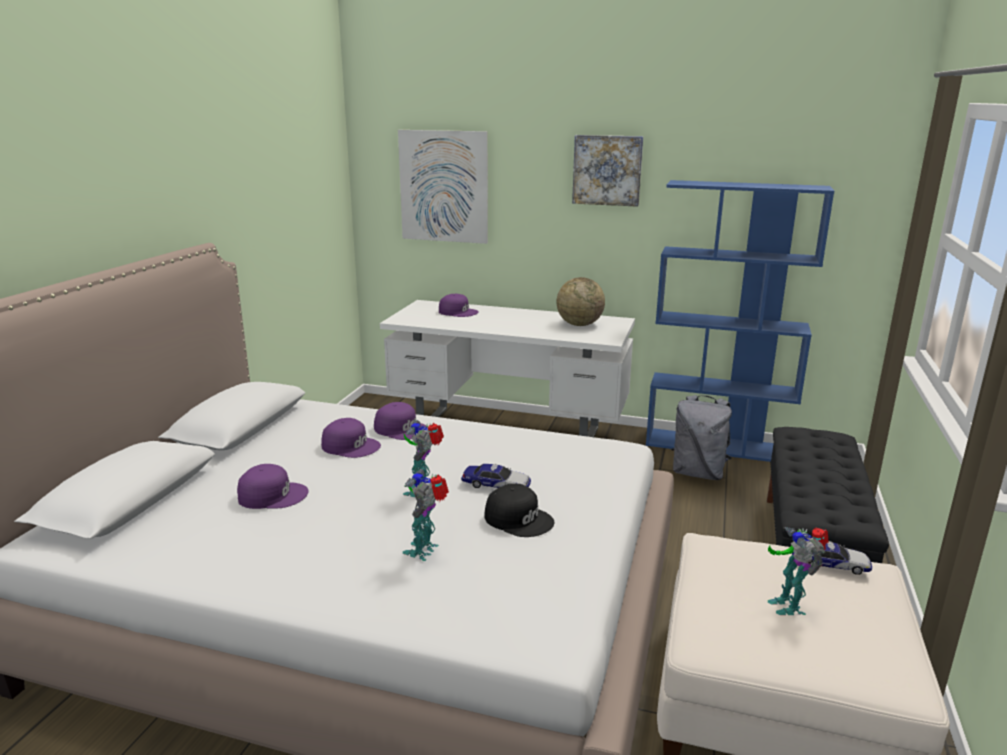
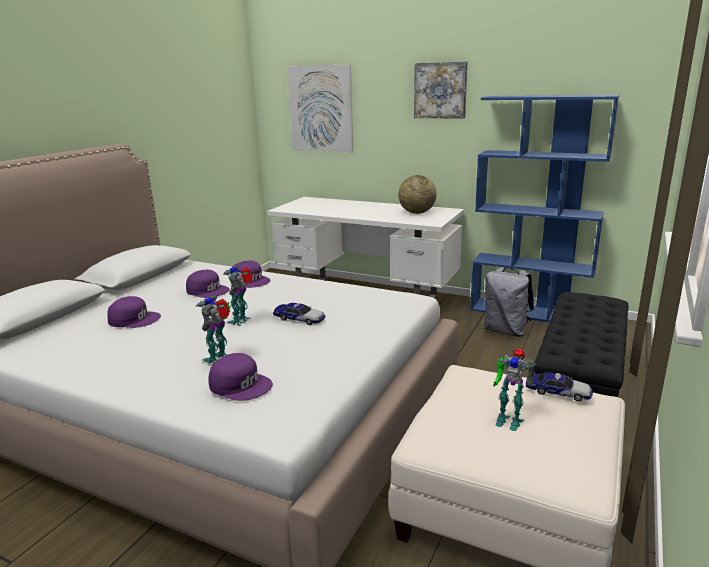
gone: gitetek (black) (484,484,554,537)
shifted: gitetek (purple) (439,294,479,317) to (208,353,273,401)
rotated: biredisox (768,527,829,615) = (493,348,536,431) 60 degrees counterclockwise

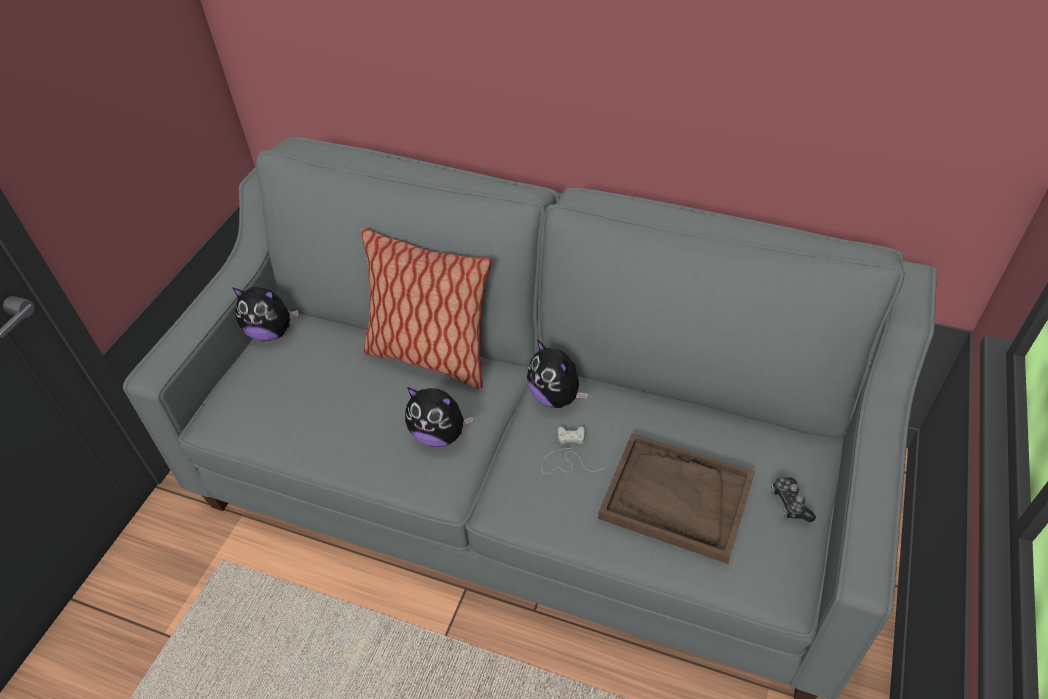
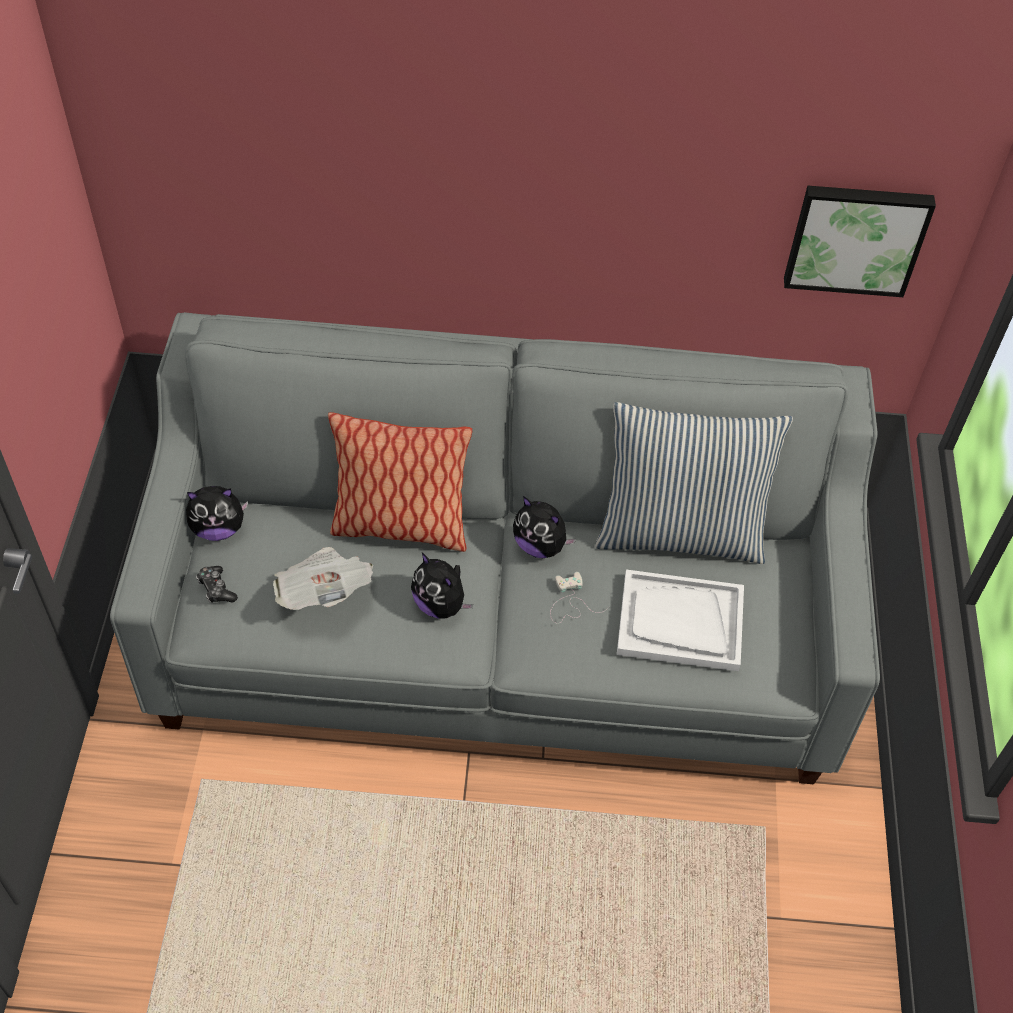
new: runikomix (273,547,374,610); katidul (595,402,793,564); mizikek (784,186,936,297)
shifted: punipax (771,477,816,522) to (196,566,238,603)
repainted: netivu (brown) (598,433,755,564) to netivu (white) (617,570,744,671)
rotated: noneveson (405,387,474,447) = (411,553,473,619) 45 degrees clockwise

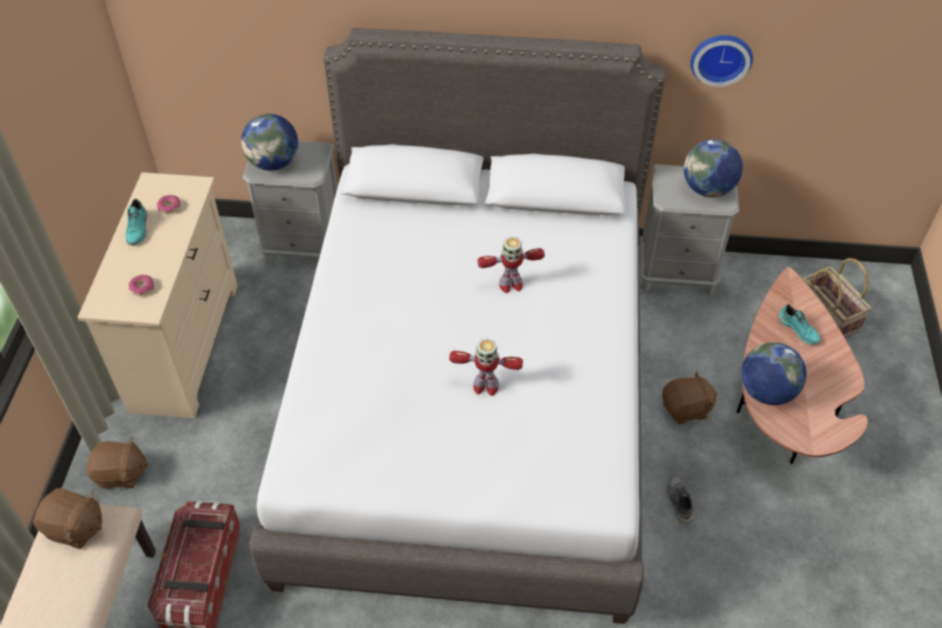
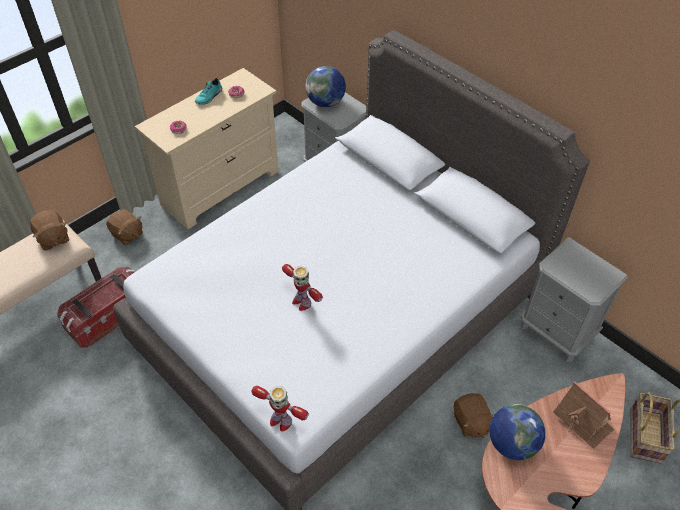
gone: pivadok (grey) (667,476,693,523); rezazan (684,139,743,197); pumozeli (690,35,753,87)
shifted: biredisox (477,237,545,293) to (251,386,309,432)
swapped: pivadok (turquoise) (778,304,820,345) to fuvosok (553,382,614,449)
rotated: noneveson (brown) (662,371,717,424) = (454,393,495,438) 45 degrees clockwise

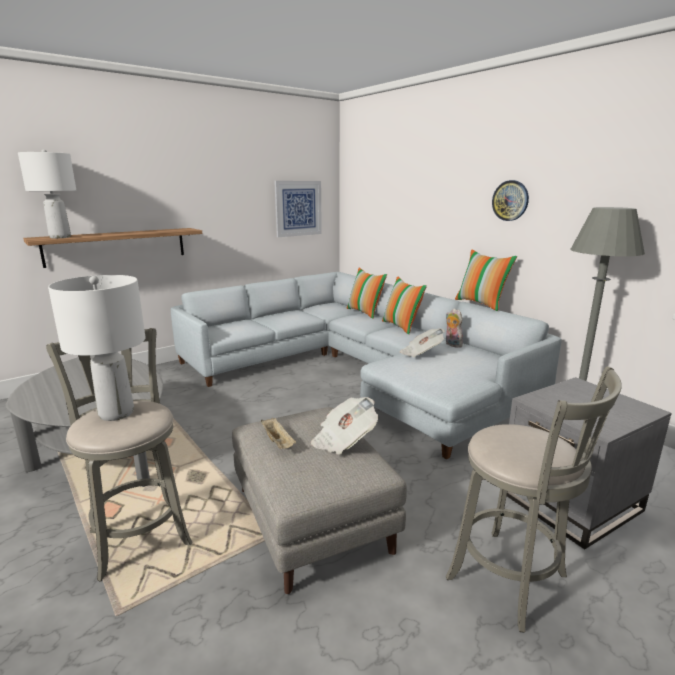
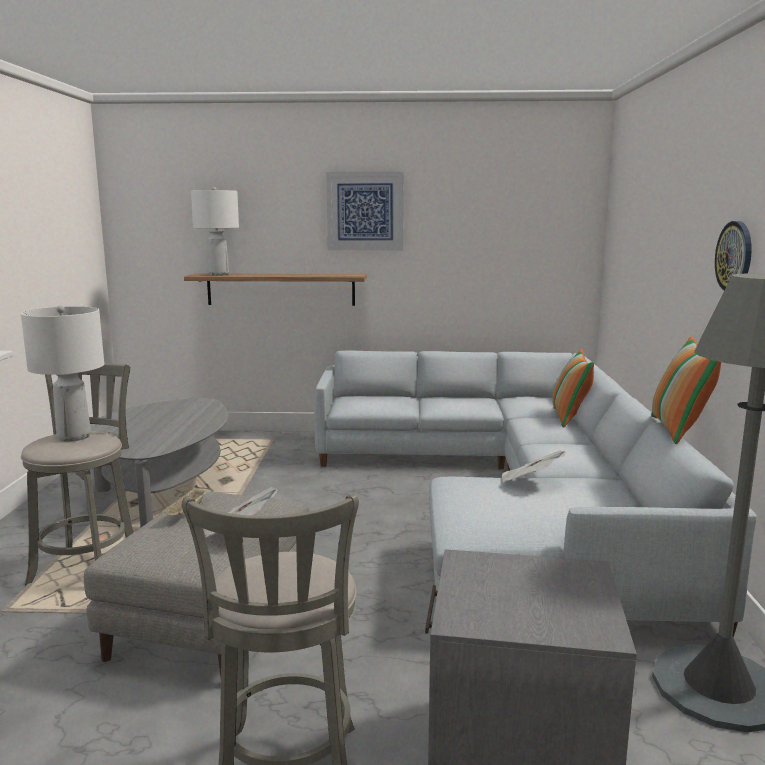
gone: katidul (382,276,427,334); noneveson (446,308,463,348)
shifted: mizikek (274,181,322,237) to (326,172,404,250)

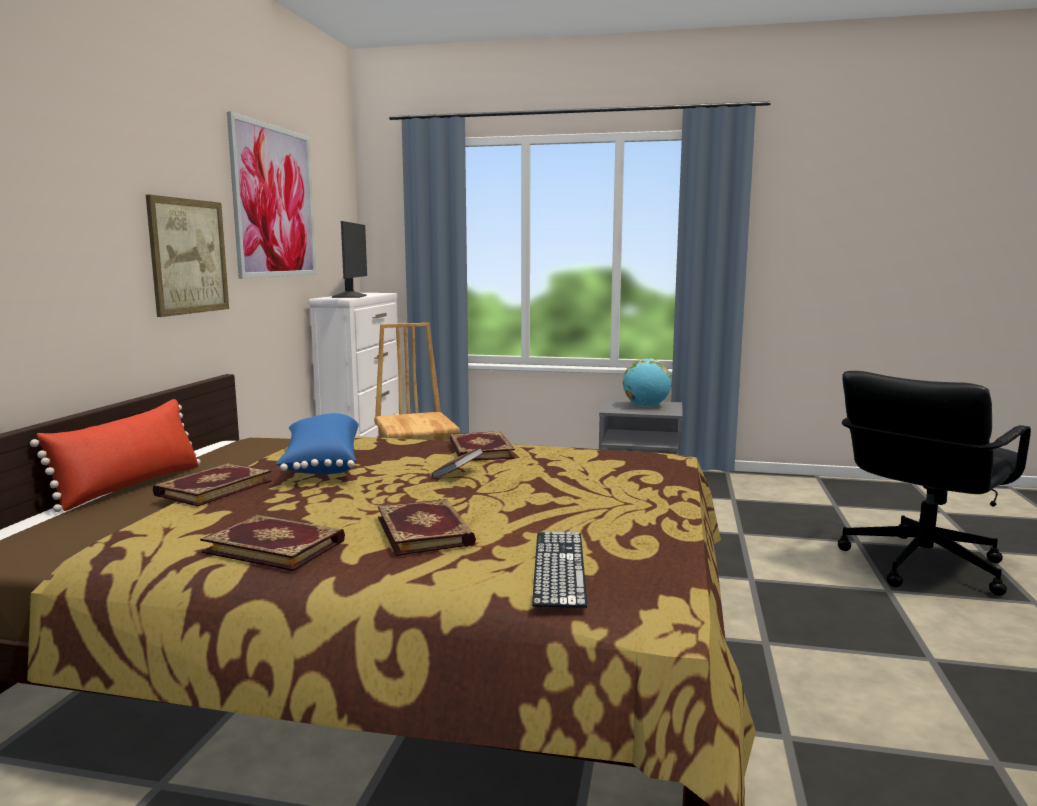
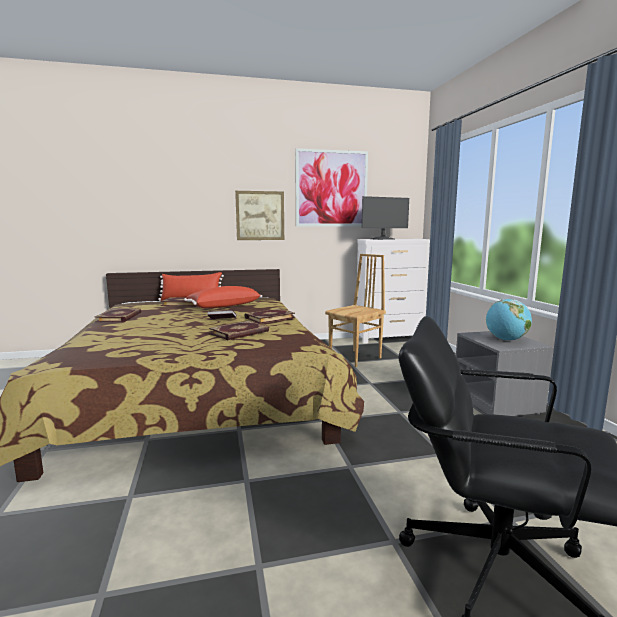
gone: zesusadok (532,532,587,608)
shifted: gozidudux (378,499,476,556) to (209,320,269,340)
repainted: katidul (blue) (276,413,359,474) to katidul (red) (184,286,262,308)

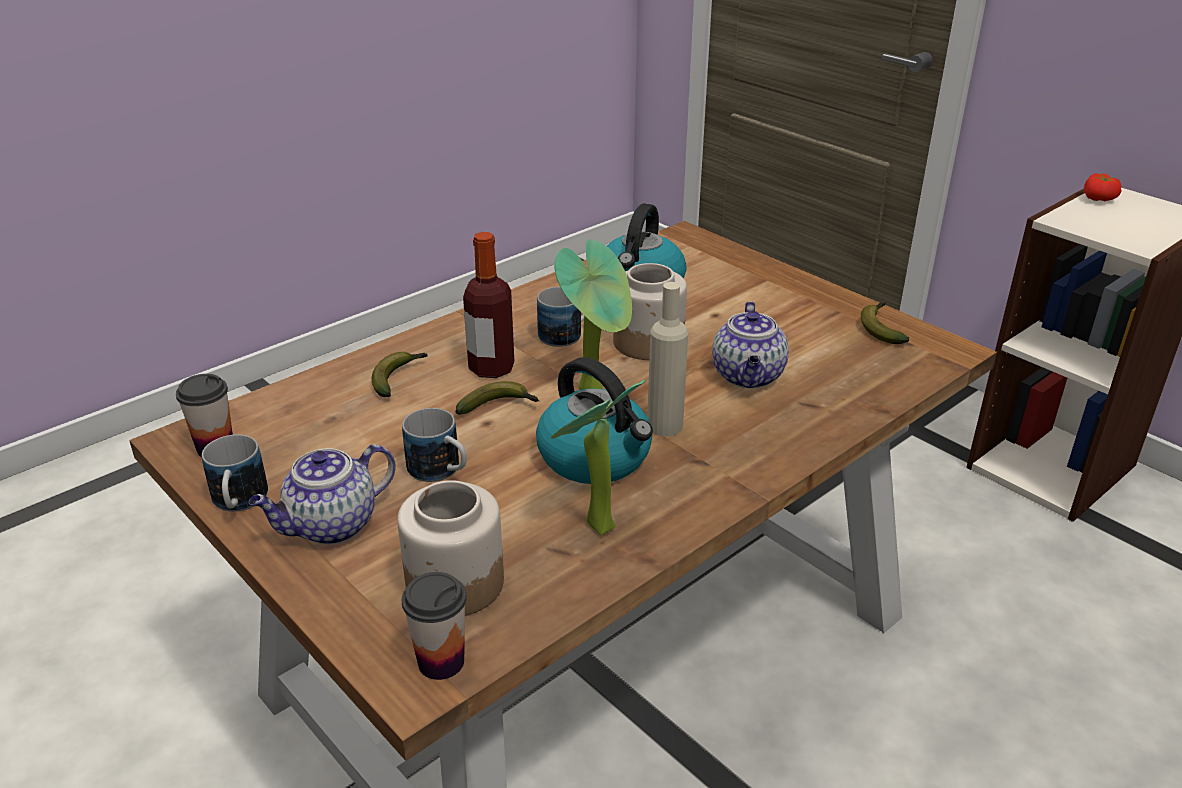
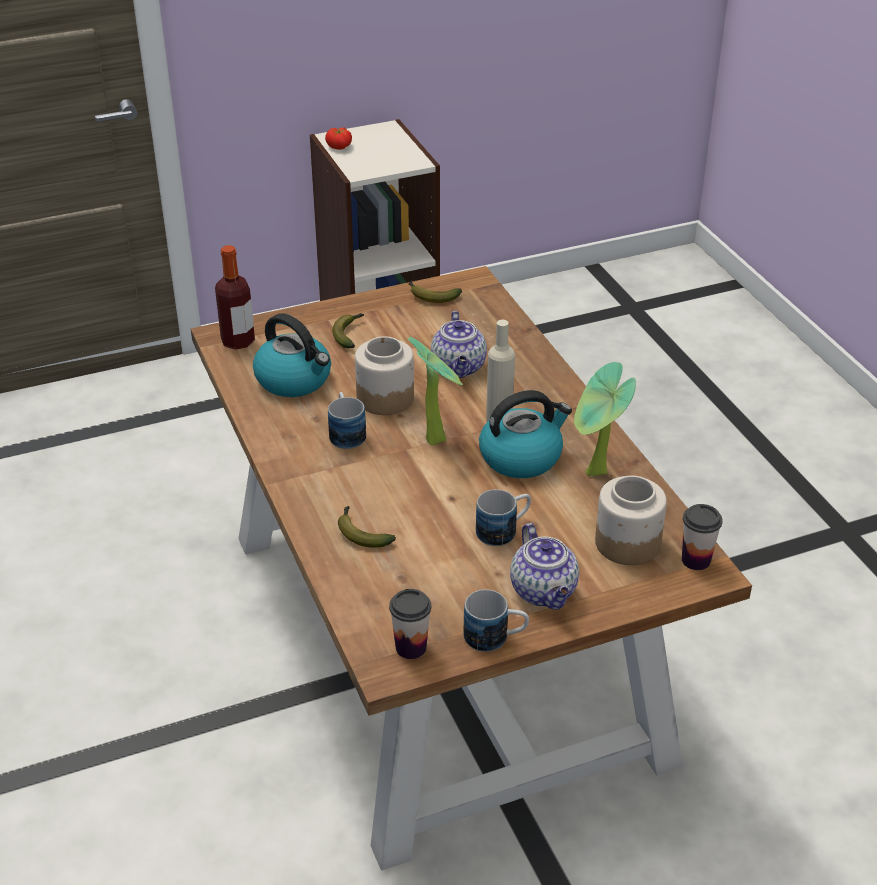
shifted: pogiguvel (455,381,539,415) to (332,313,364,349); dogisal (463,232,514,378) to (215,245,255,350)
rotated: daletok (712,301,789,388) = (431,311,487,378) 60 degrees clockwise

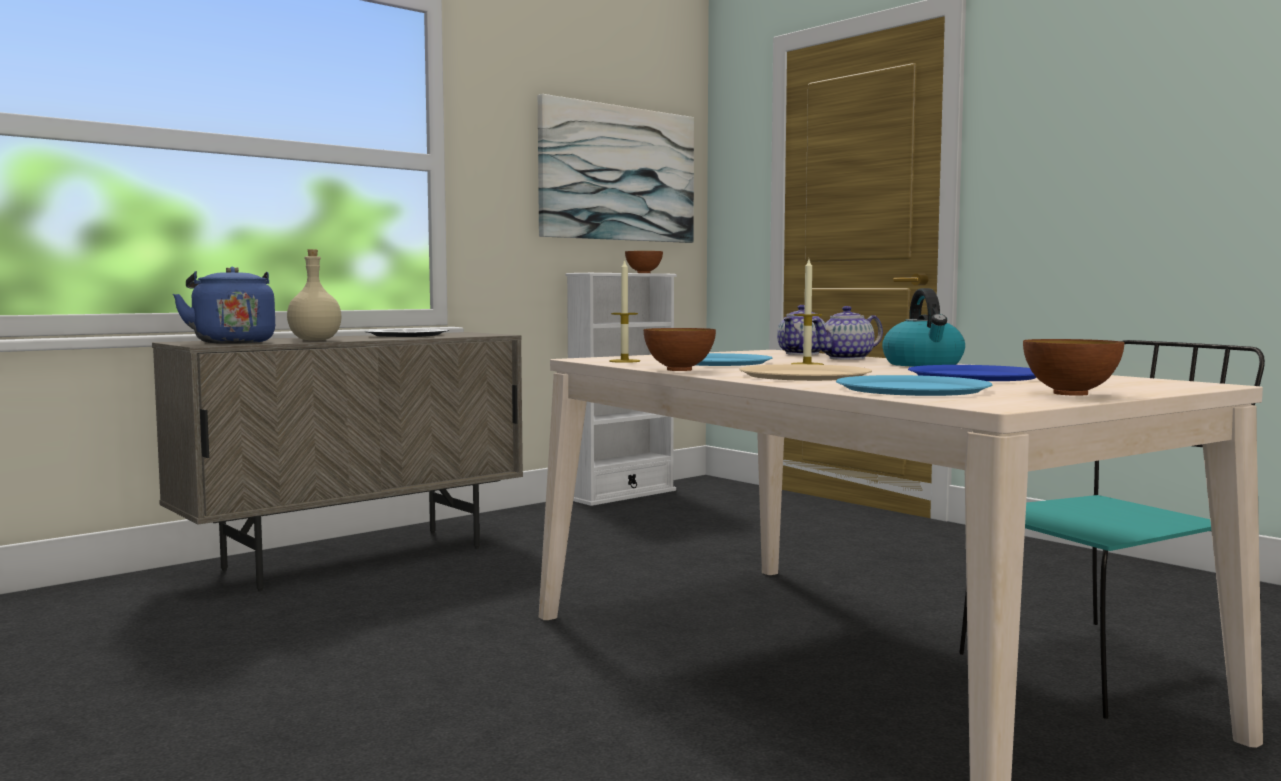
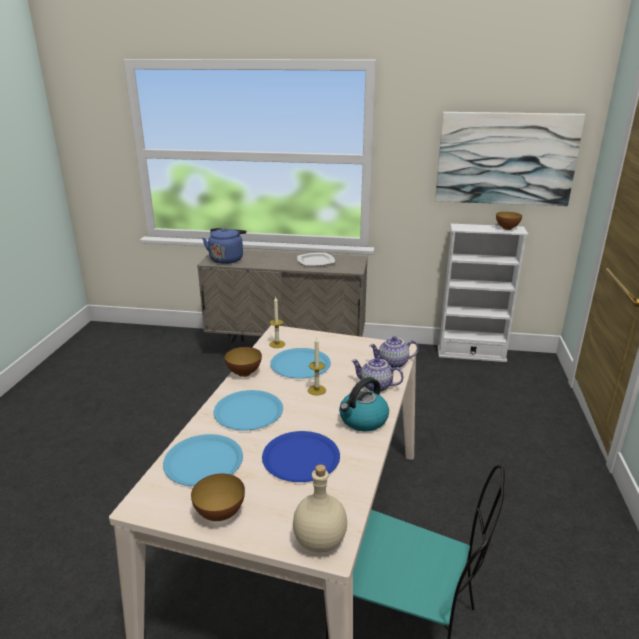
shifted: dogisal (beige) (287,249,342,340) to (293,464,347,553)
repainted: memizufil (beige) (739,364,872,381) to memizufil (blue) (213,390,283,431)

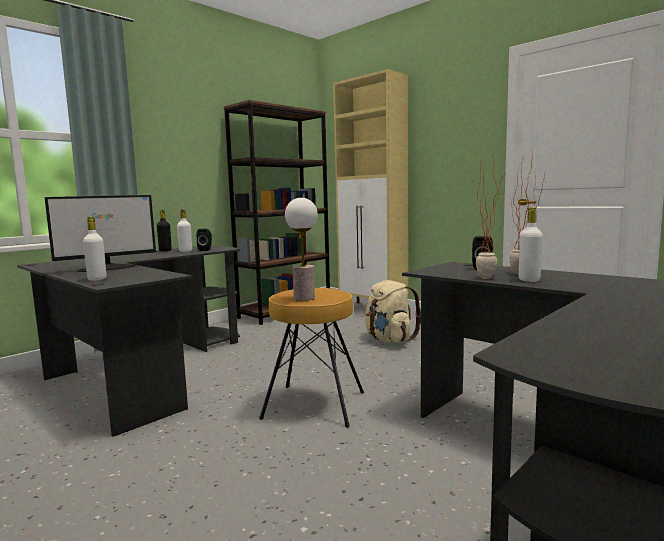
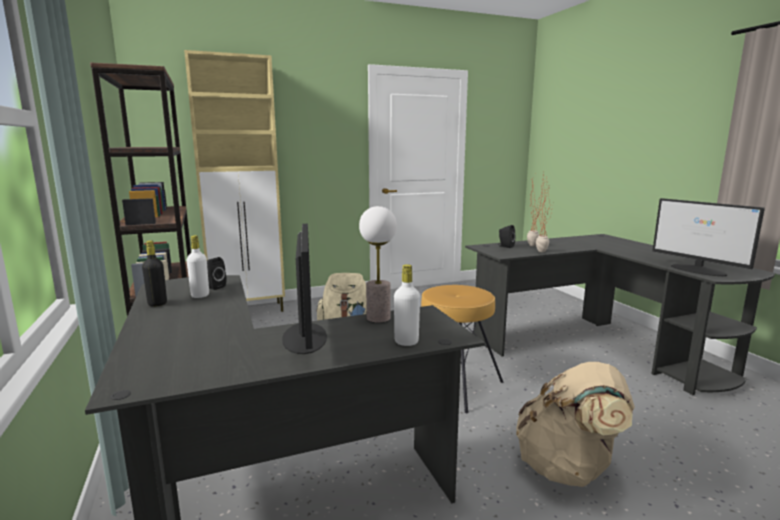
gone: dogisal (white) (519,207,543,282)
new: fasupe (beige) (516,362,635,487); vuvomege (653,198,765,276)
shifted: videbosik (285,198,318,301) to (359,206,397,323)

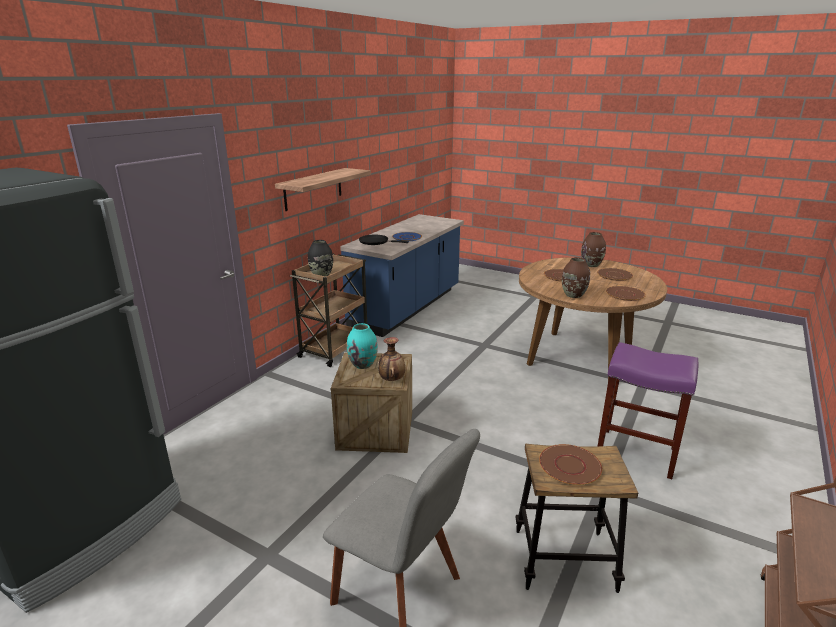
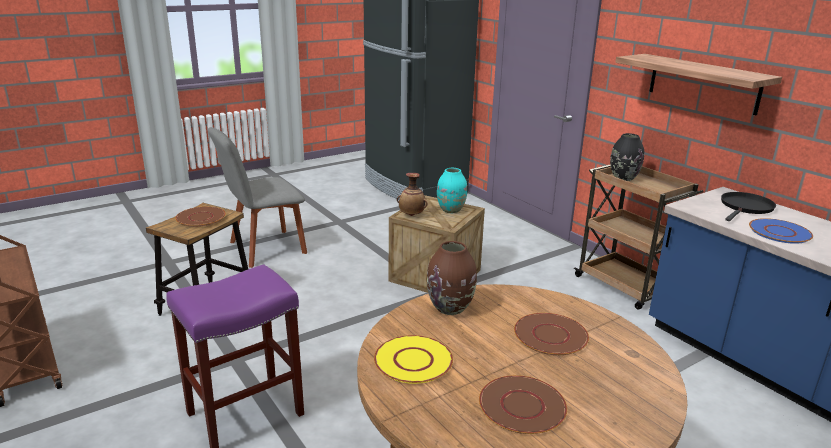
gone: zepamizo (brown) (581,232,606,267)
repainted: memizufil (brown) (606,286,646,301) to memizufil (yellow) (374,335,453,384)

